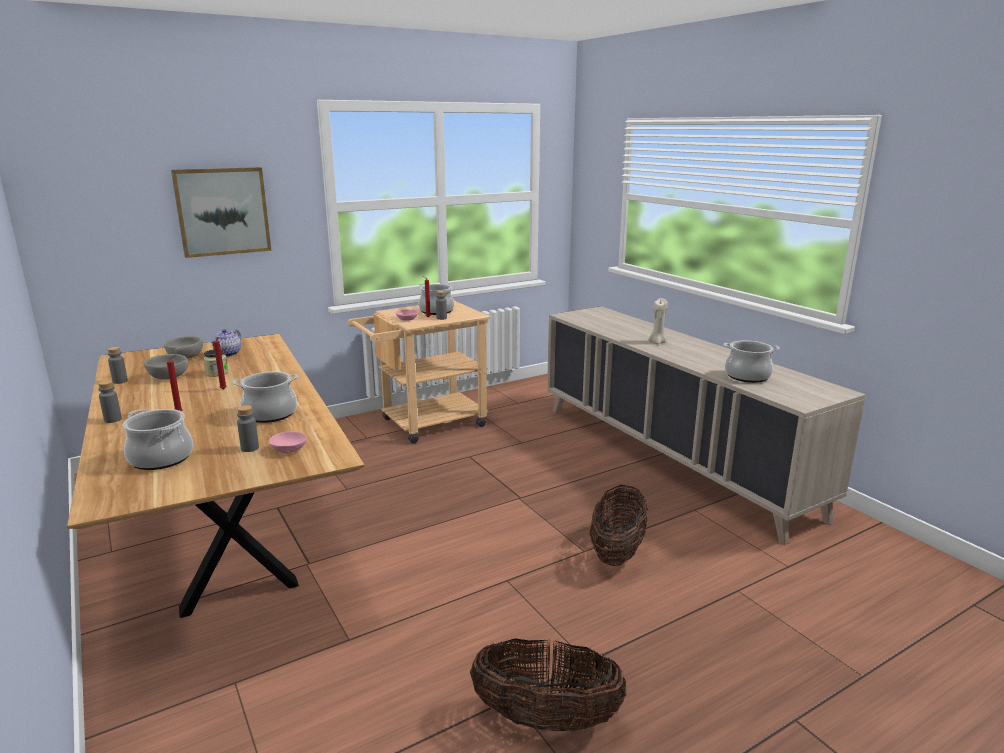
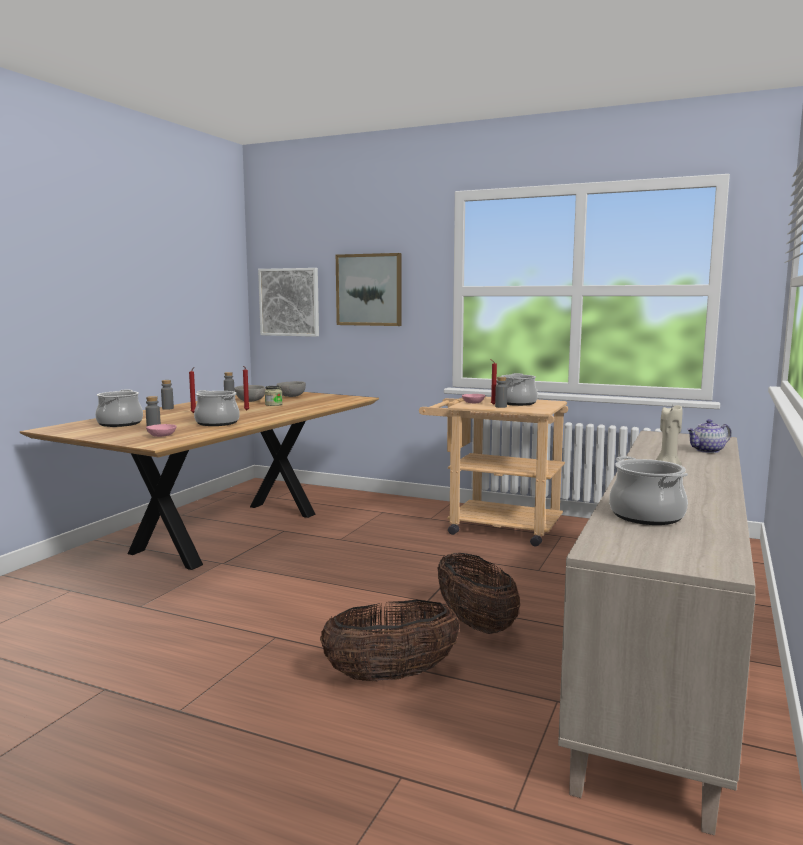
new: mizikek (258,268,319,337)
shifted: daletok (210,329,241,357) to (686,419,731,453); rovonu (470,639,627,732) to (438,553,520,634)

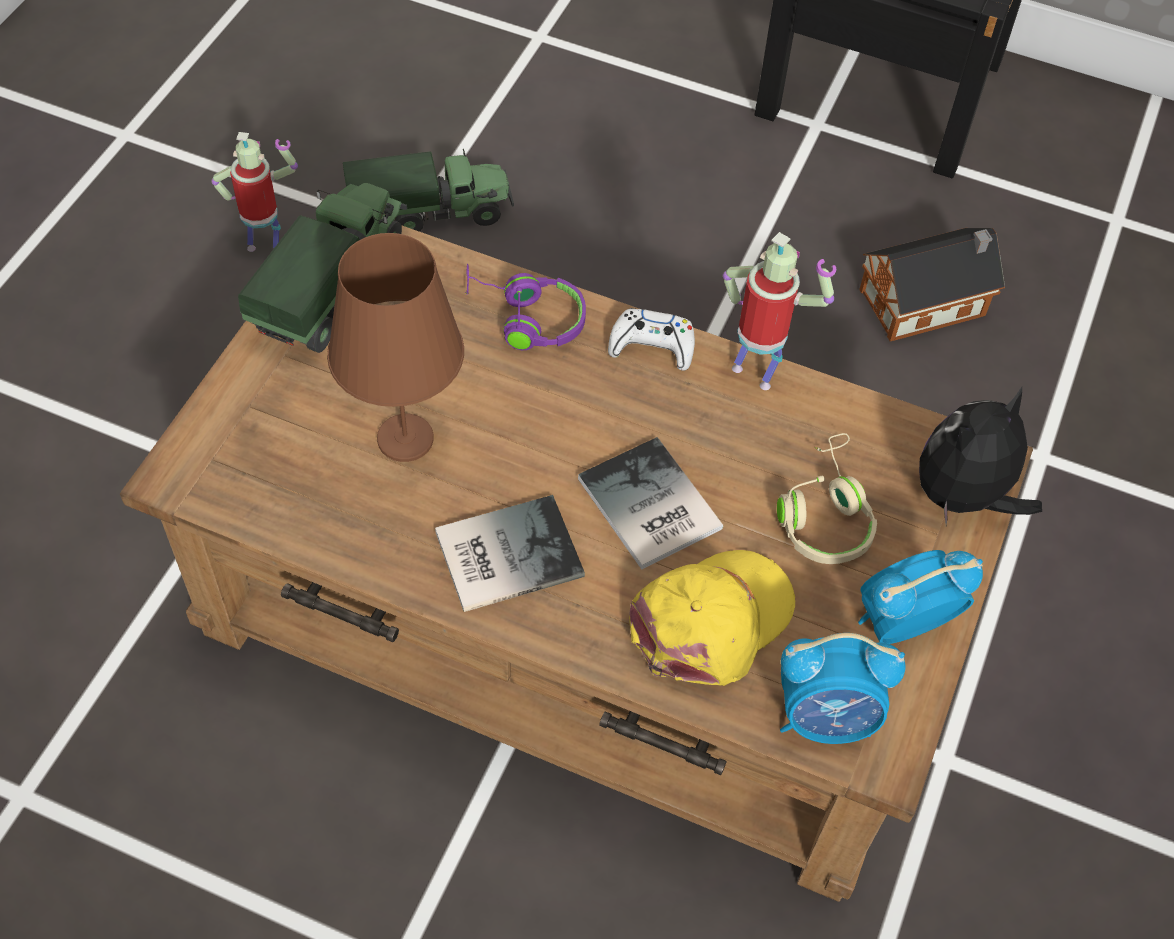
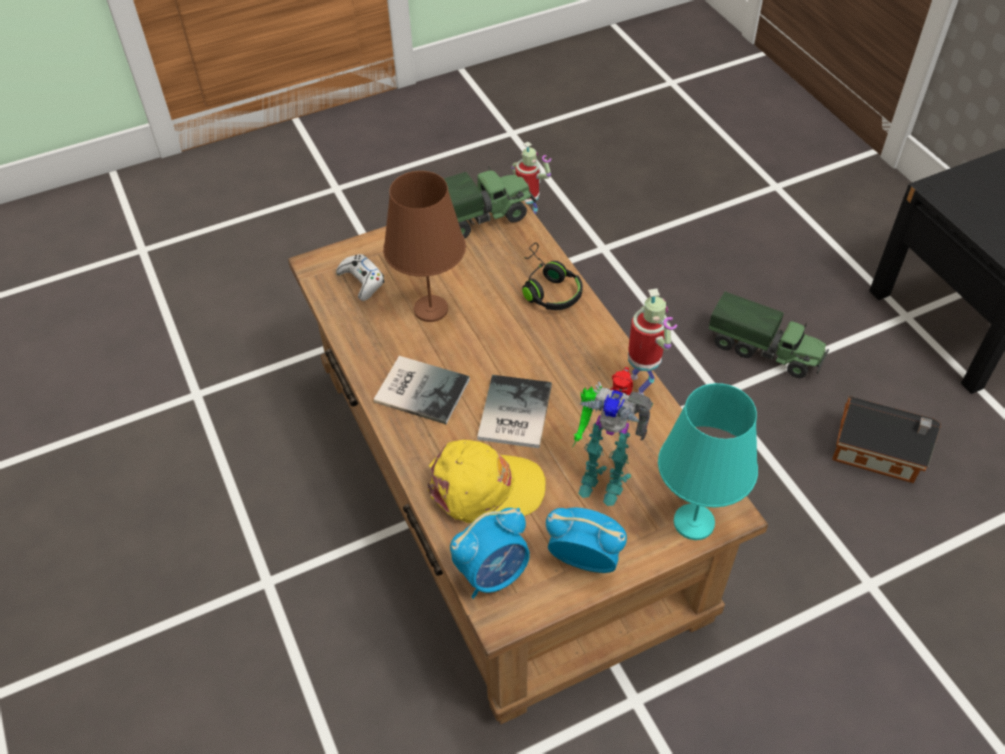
shifted: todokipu (343,149,514,232) to (709,292,829,378); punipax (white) (608,308,695,371) to (336,254,385,301)
swapped: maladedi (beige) (777,433,877,564) to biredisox (573,367,653,506); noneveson (919,387,1042,525) to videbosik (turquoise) (658,383,758,540)
repainted: maladedi (purple) (465,264,586,350) to maladedi (black) (522,243,583,310)
rotated: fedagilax (780,633,905,744) = (450,508,530,599) 75 degrees counterclockwise

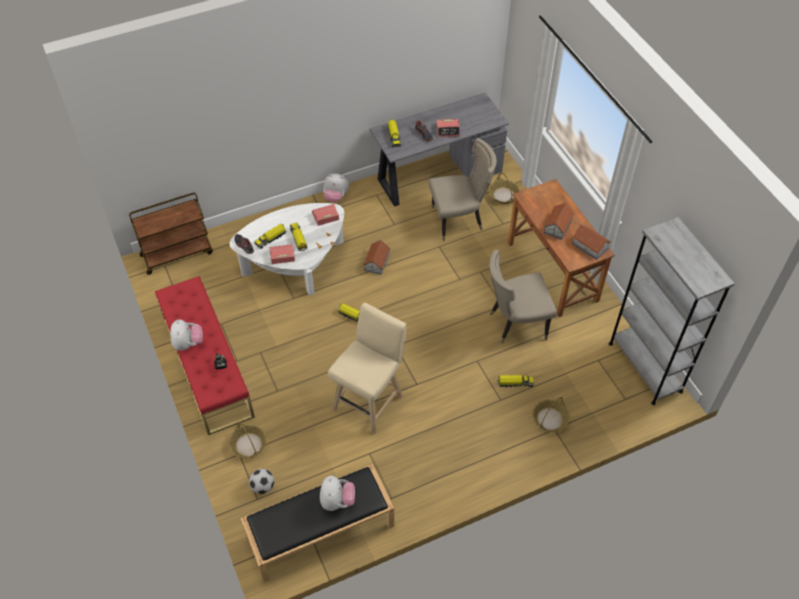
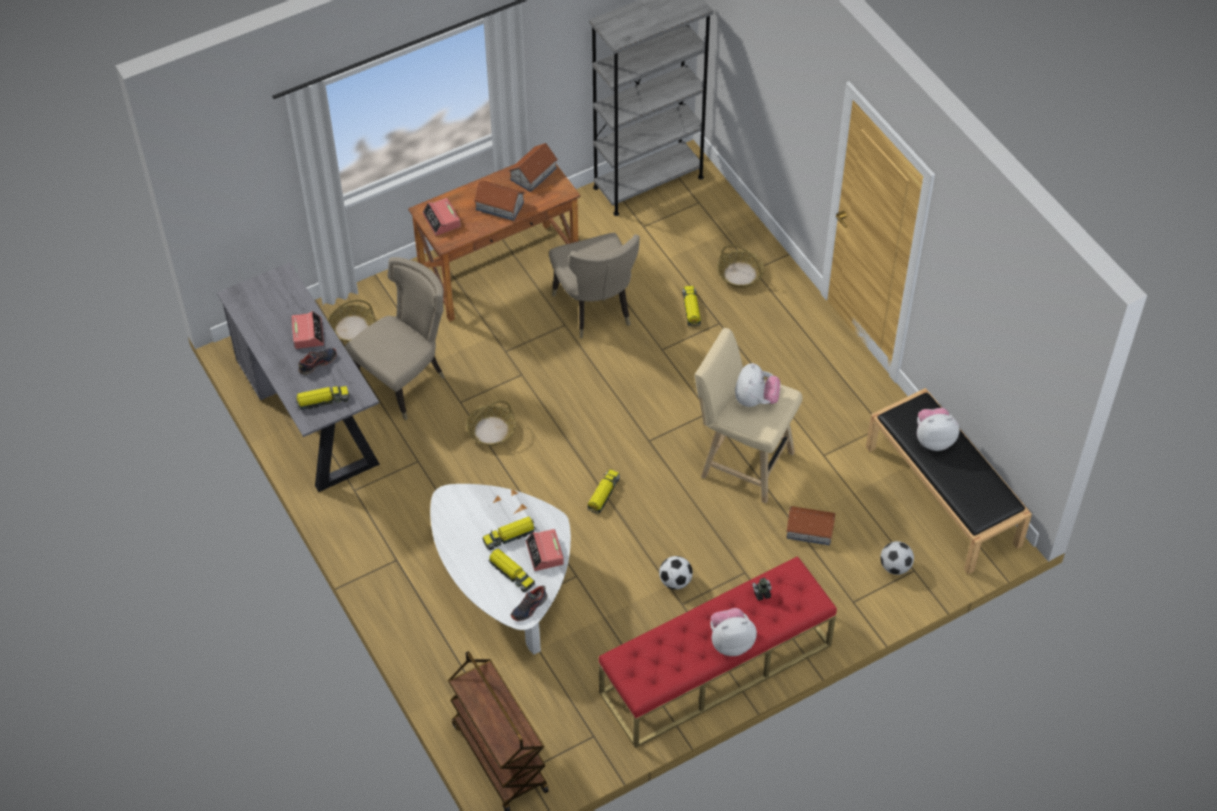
new: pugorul (659,556,693,590)
shifted: rovonu (229,422,267,458) to (466,401,516,446); fedagilax (312,204,339,226) to (422,198,461,236); noneveson (323,174,349,203) to (735,363,780,407); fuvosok (363,240,390,275) to (786,506,836,546)
rotated: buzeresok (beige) (429,138,497,241) = (345,257,445,420) 60 degrees clockwise

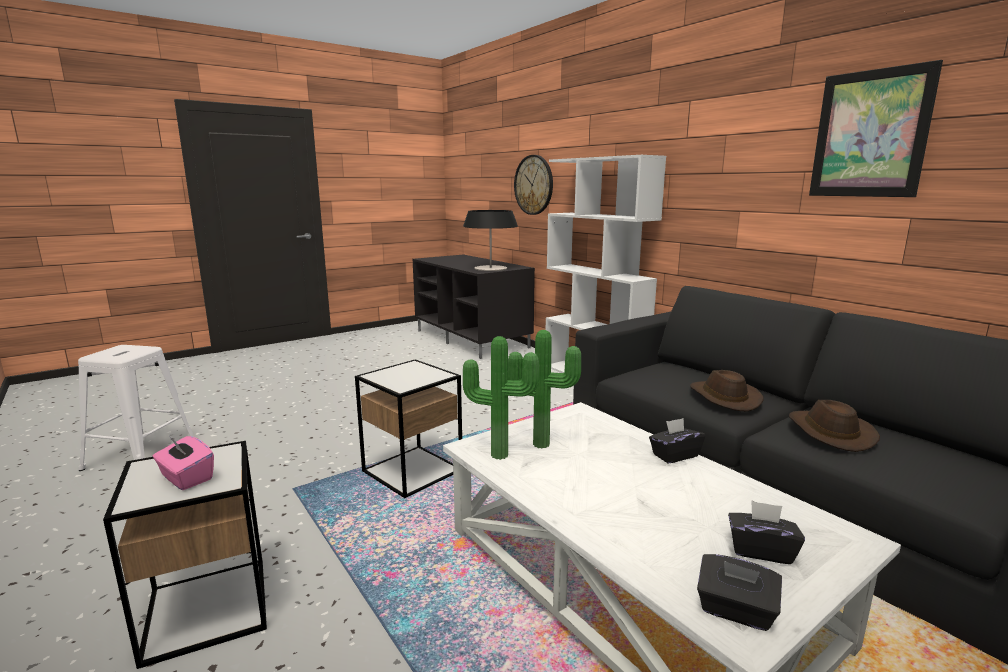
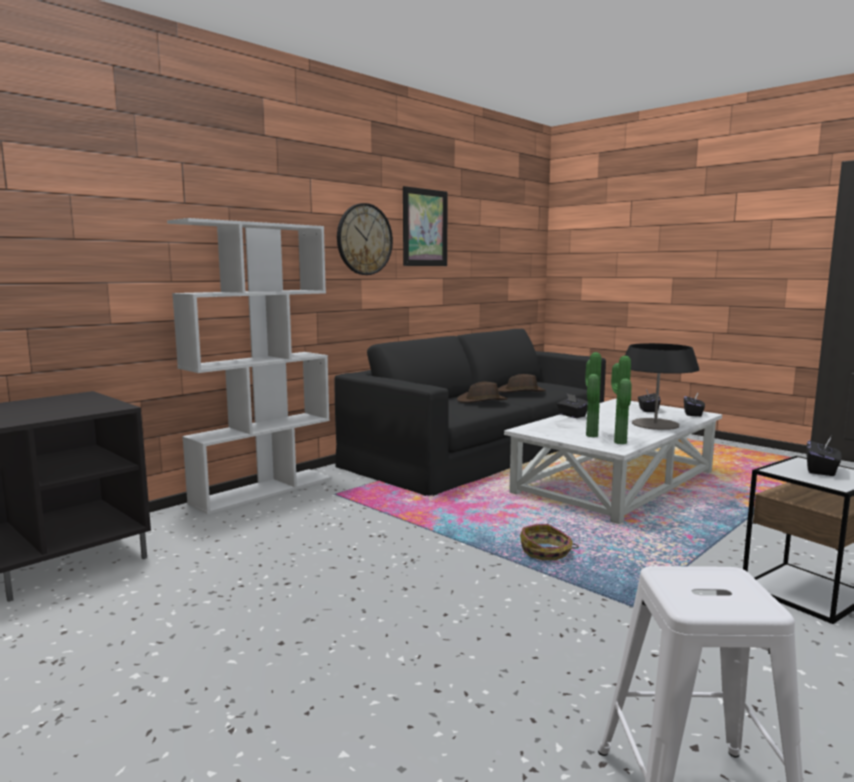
shifted: videbosik (463,210,518,271) to (625,343,699,430); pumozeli (514,155,553,215) to (337,203,393,275)
swapped: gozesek (355,359,462,498) to rovonu (520,524,579,560)
repainted: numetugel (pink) (153,436,214,490) to numetugel (black) (807,437,842,476)

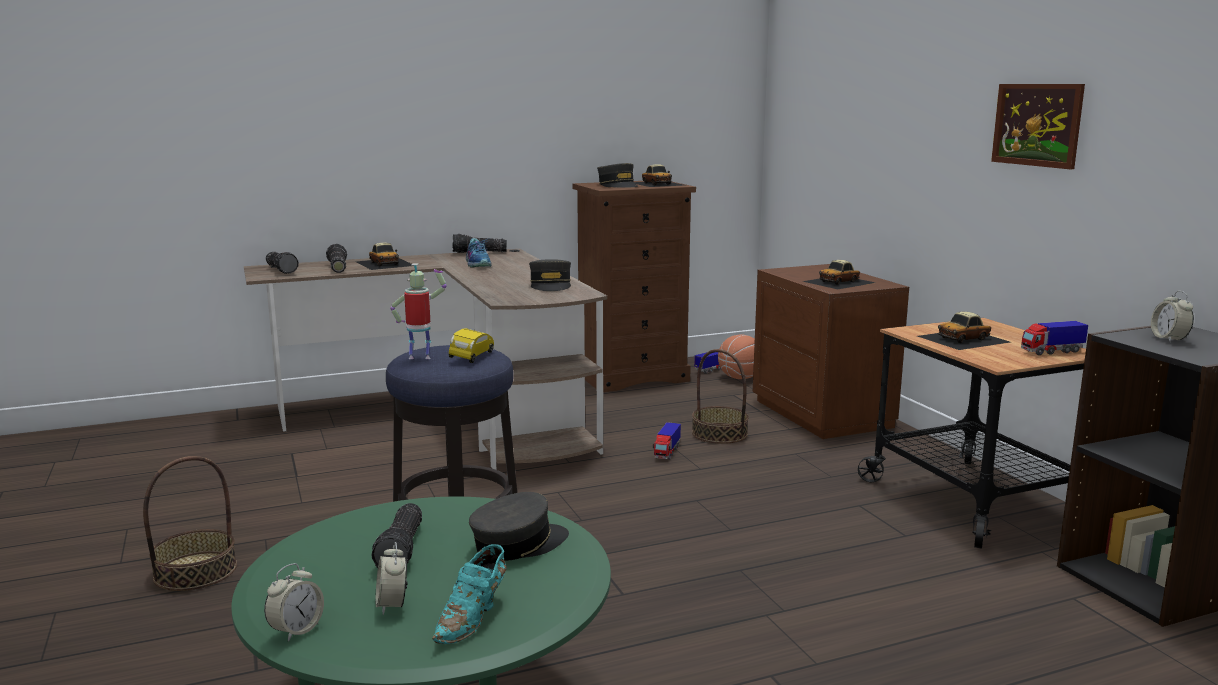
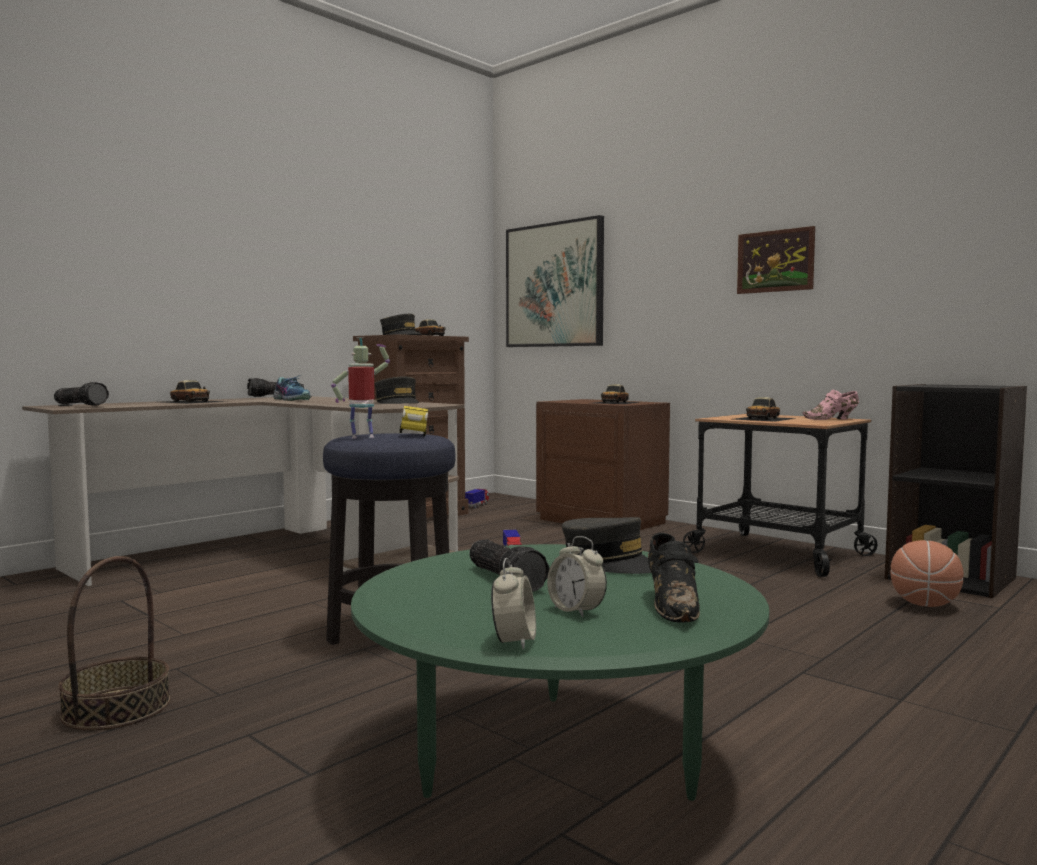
gone: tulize (326,244,347,273); rovonu (692,349,749,444); fedagilax (1151,291,1194,343)
new: mizikek (506,215,604,347)
shifted: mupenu (718,335,755,379) to (890,540,964,607)
swapped: todokipu (1021,321,1088,355) to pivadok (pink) (802,390,859,420)
repainted: pivadok (turquoise) (432,544,507,644) to pivadok (black) (648,533,700,623)
rotated: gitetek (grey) (469,492,569,561) = (562,517,651,574) 105 degrees clockwise

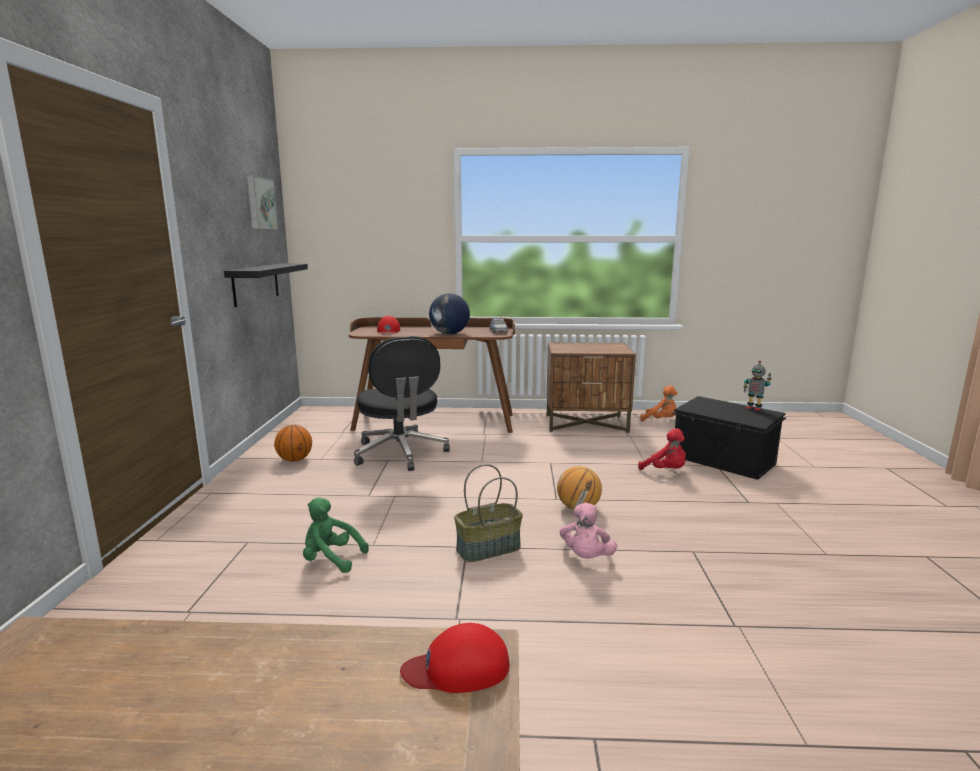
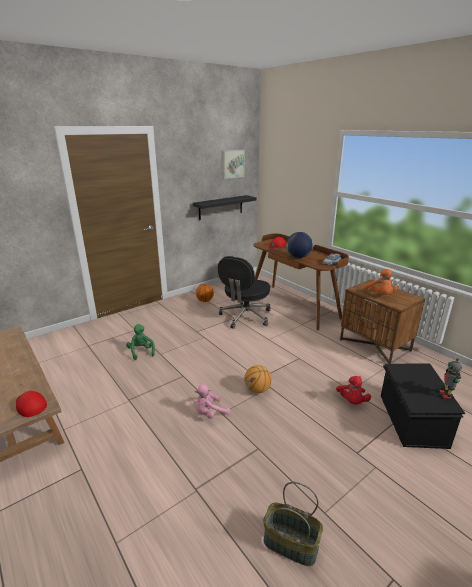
shifted: rovonu (454,464,523,562) to (263,482,323,566); noneveson (orange) (640,385,678,421) to (364,269,398,295)

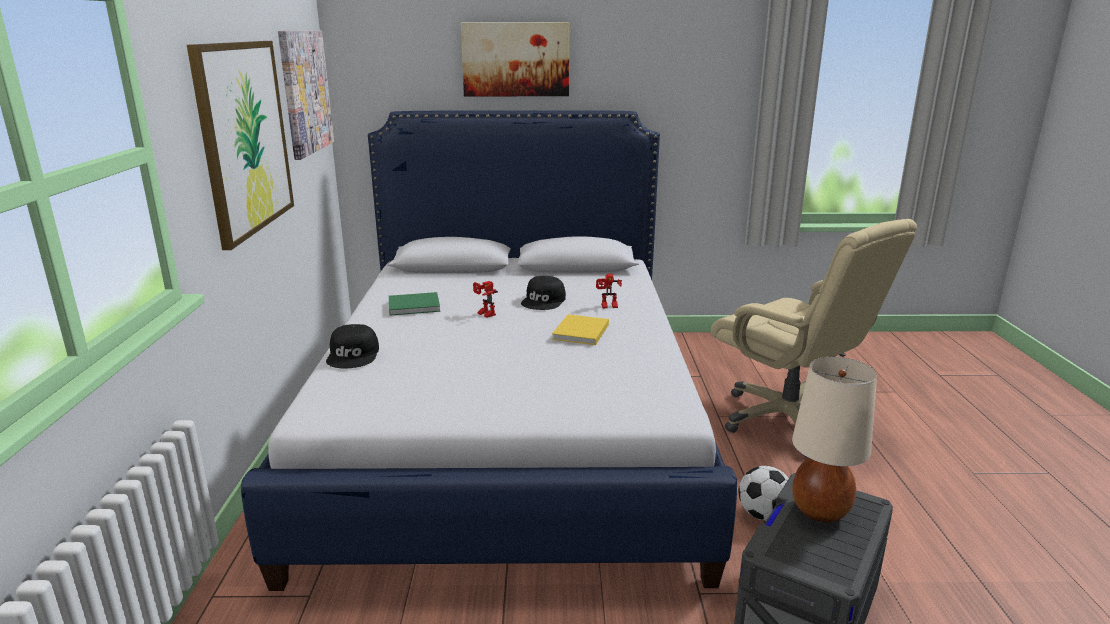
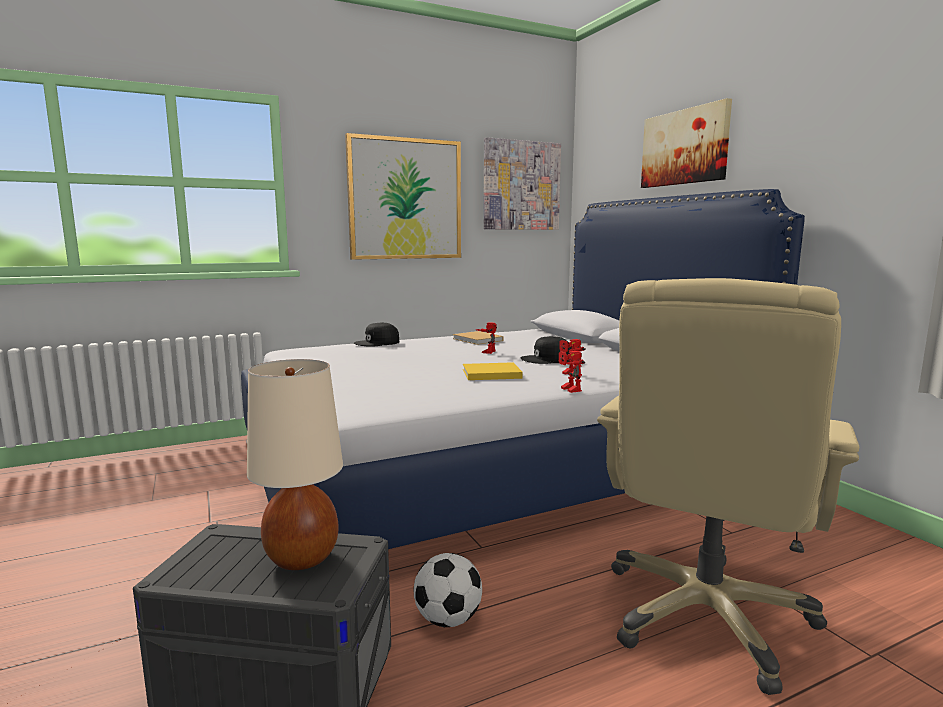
new: biredisox (559,351,585,393)
repainted: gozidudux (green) (389,292,440,316) to gozidudux (beige) (453,331,504,345)

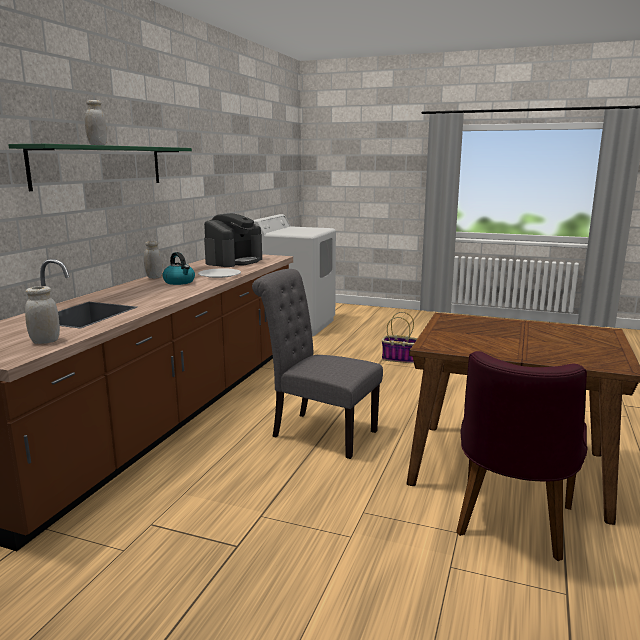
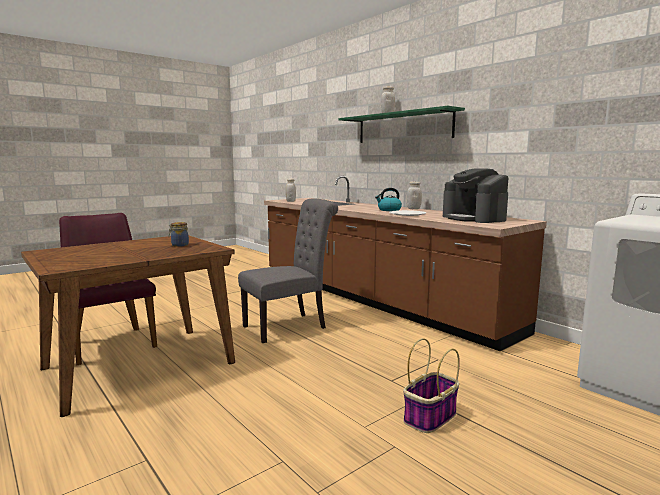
new: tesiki (169,222,189,247)

